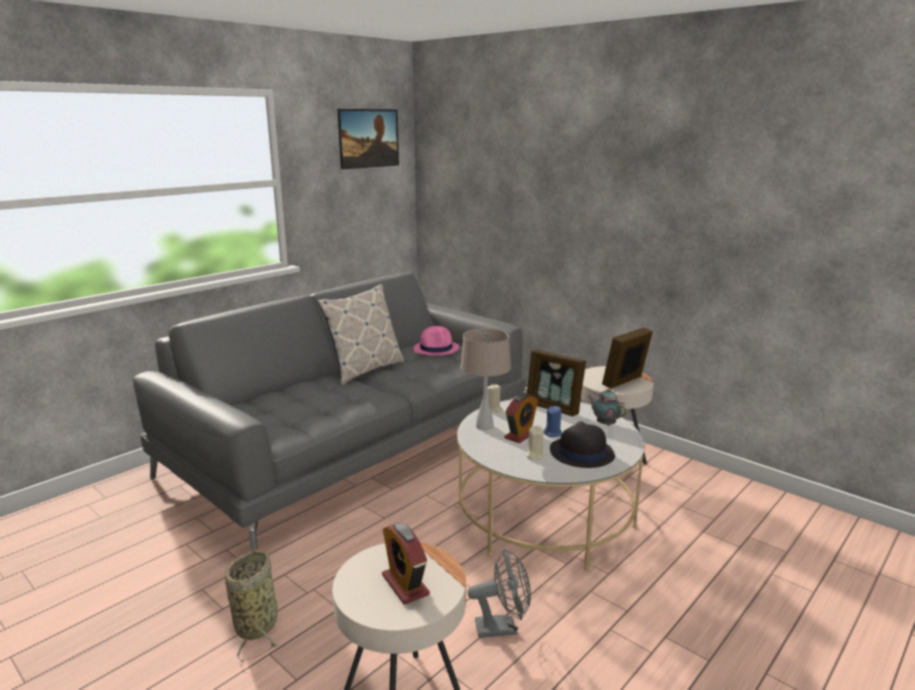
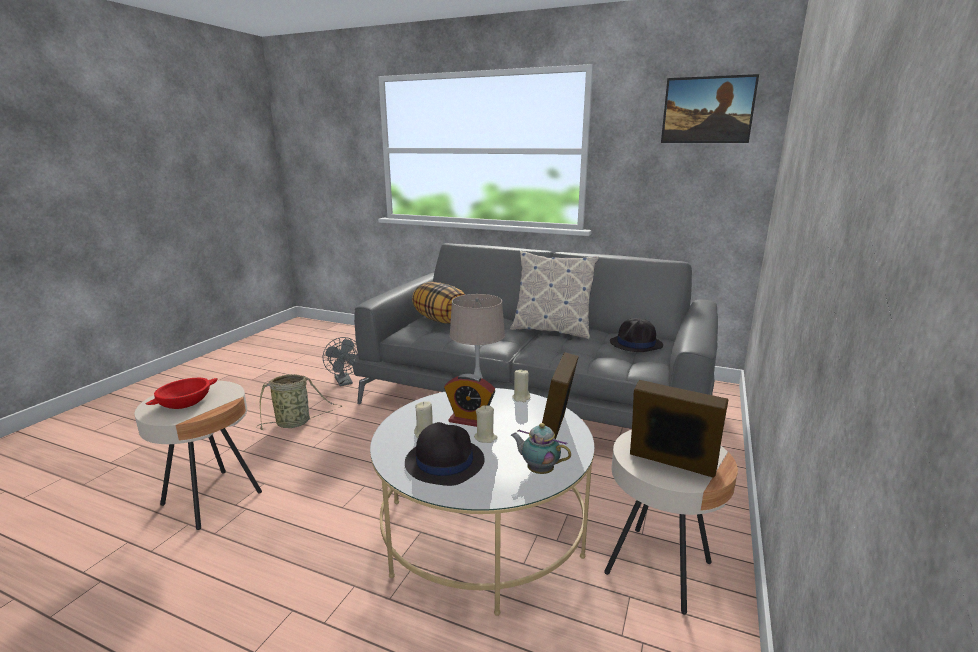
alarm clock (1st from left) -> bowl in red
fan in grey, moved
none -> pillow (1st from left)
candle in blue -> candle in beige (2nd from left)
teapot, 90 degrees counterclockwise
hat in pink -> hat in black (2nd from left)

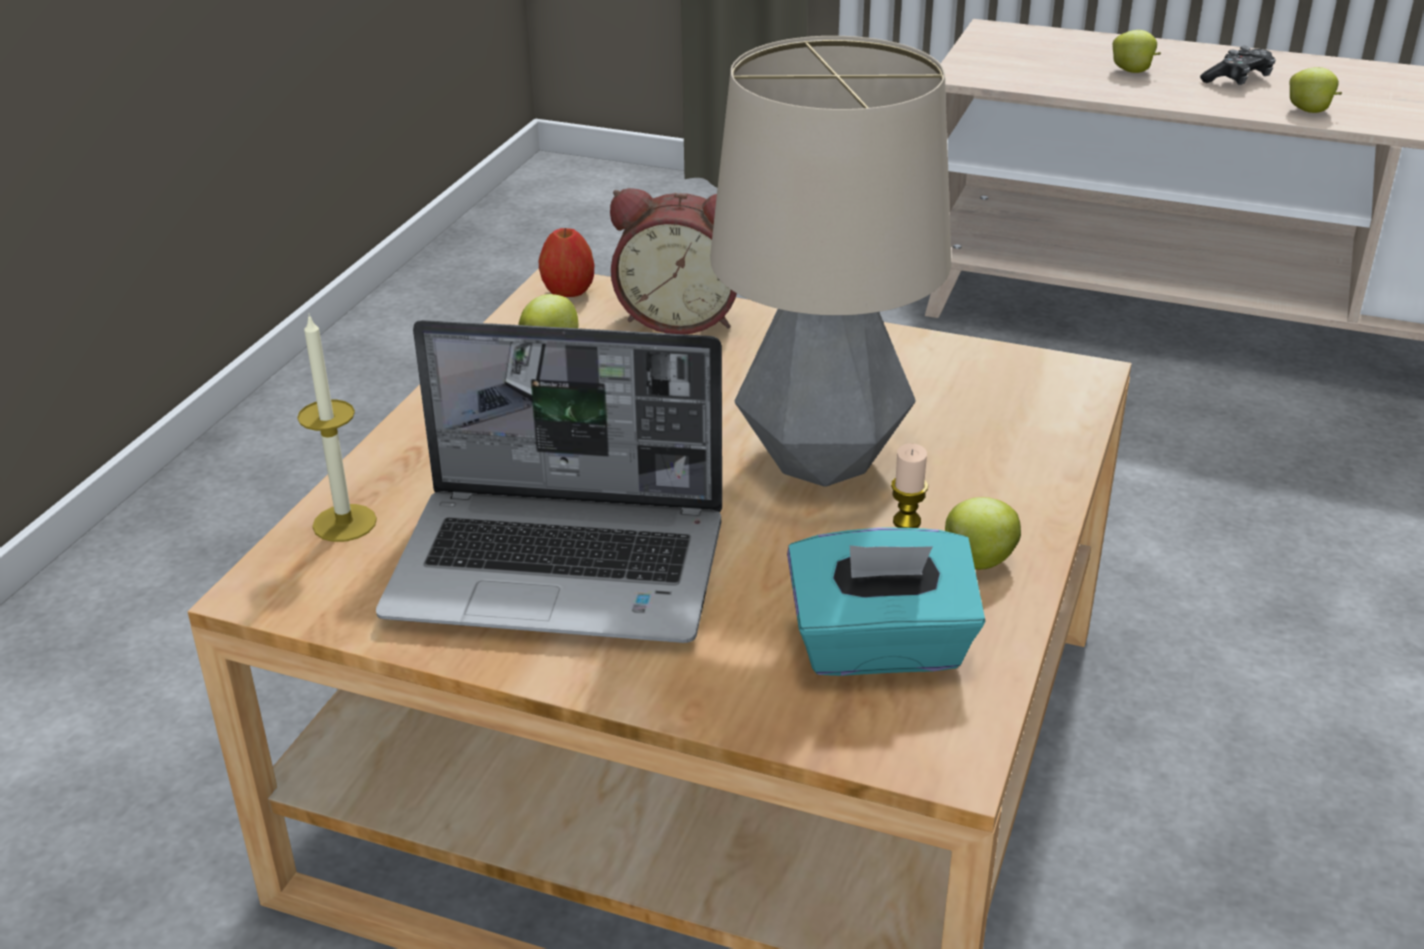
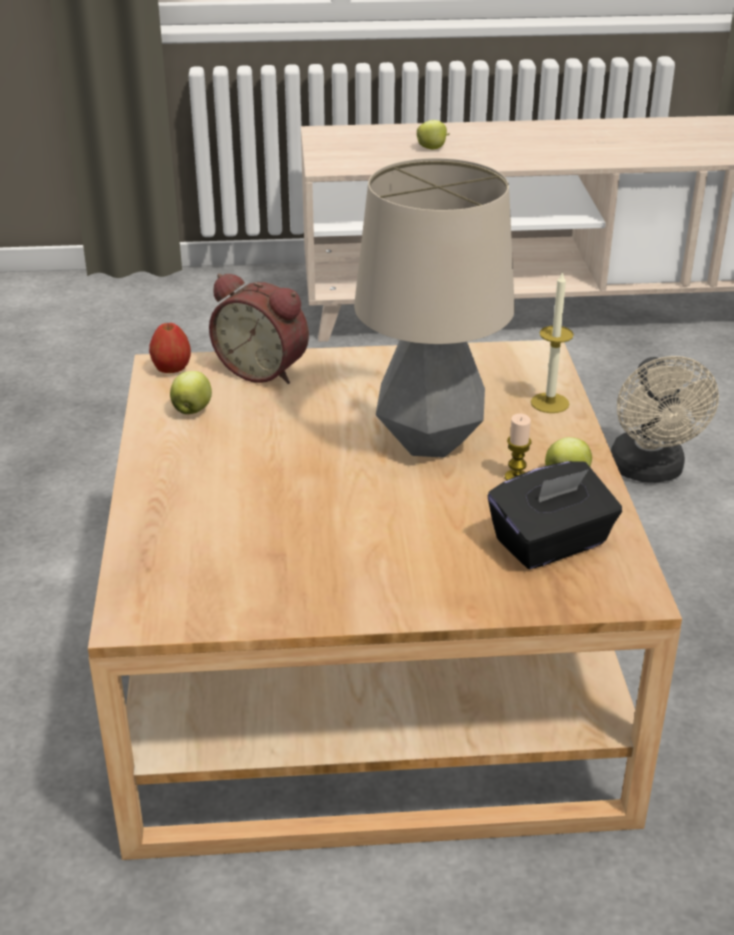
alarm clock, 45 degrees clockwise
tissue box in turquoise -> tissue box in black
candle (1st from left in the first image) -> candle (2nd from left), moved
none -> fan in beige
laptop -> none
game controller -> none
apple (5th from left) -> none

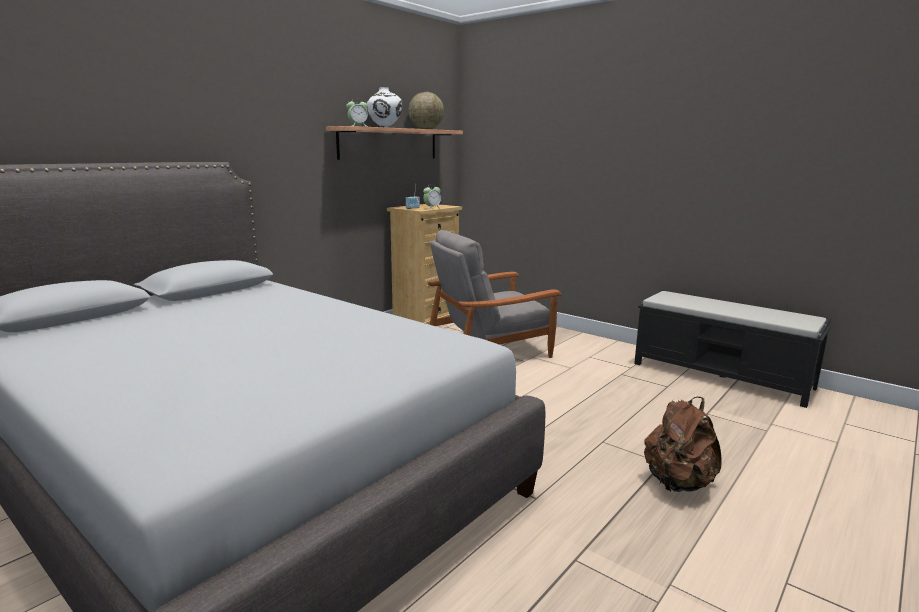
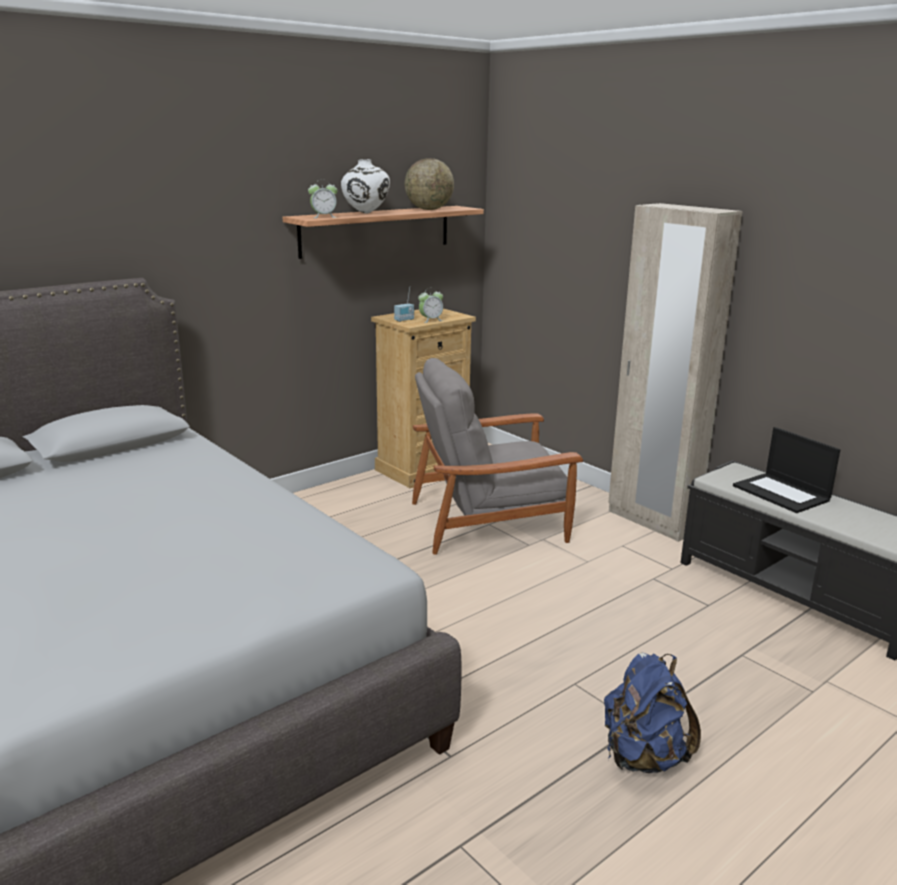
backpack in brown -> backpack in blue
none -> wardrobe in beige
none -> laptop

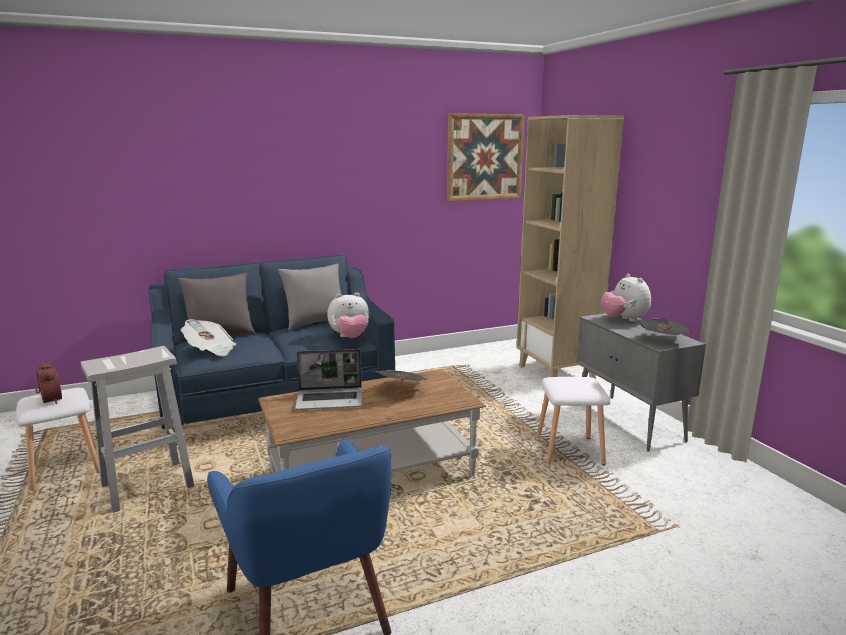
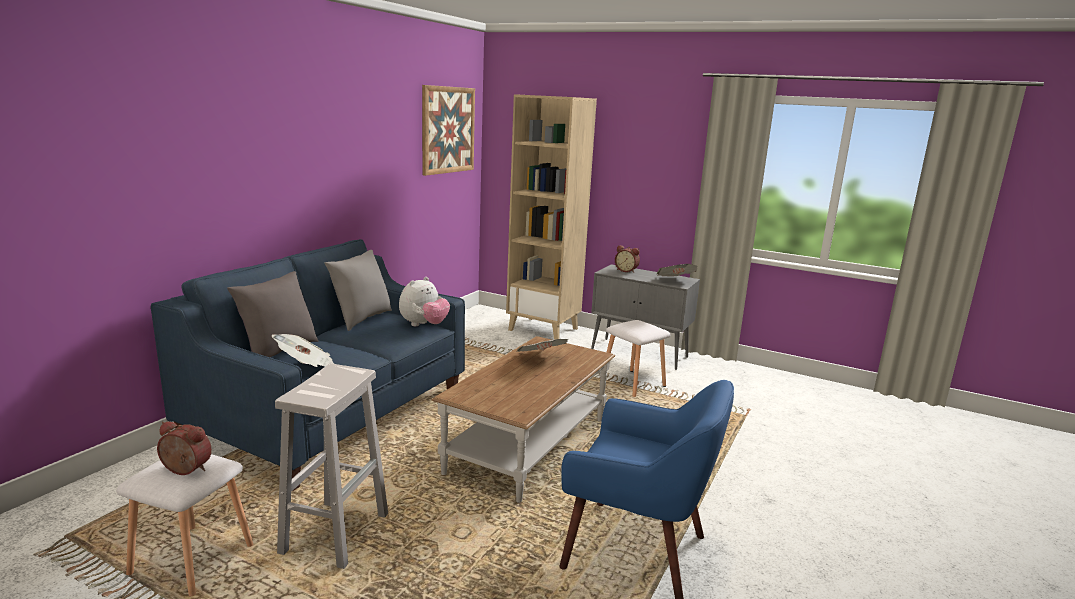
plush toy (2nd from left) -> alarm clock (2nd from left)
laptop -> none

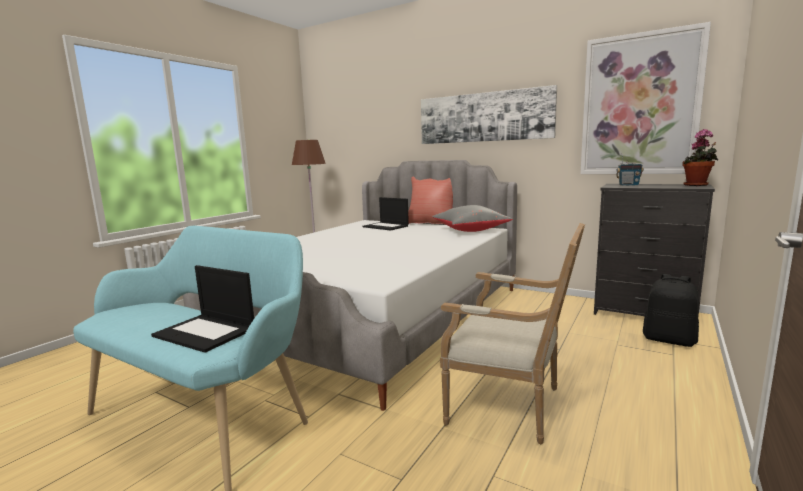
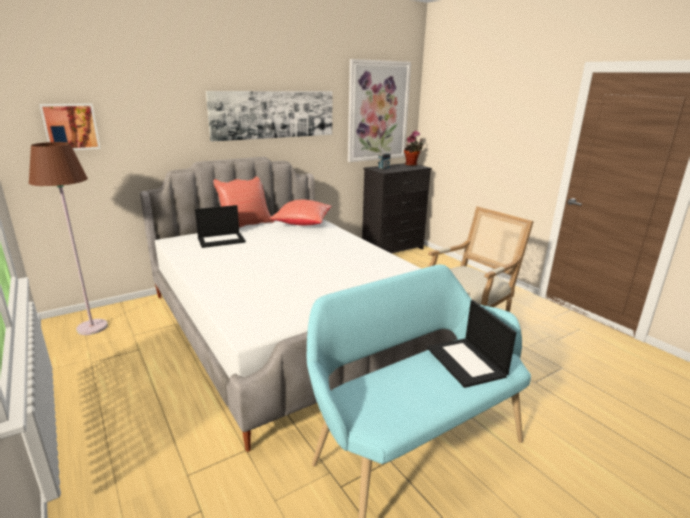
none -> picture (1st from left)
pillow in grey -> pillow in red (2nd from left)
laptop (1st from left in the first image) -> laptop (2nd from left), 105 degrees clockwise
backpack in black -> none

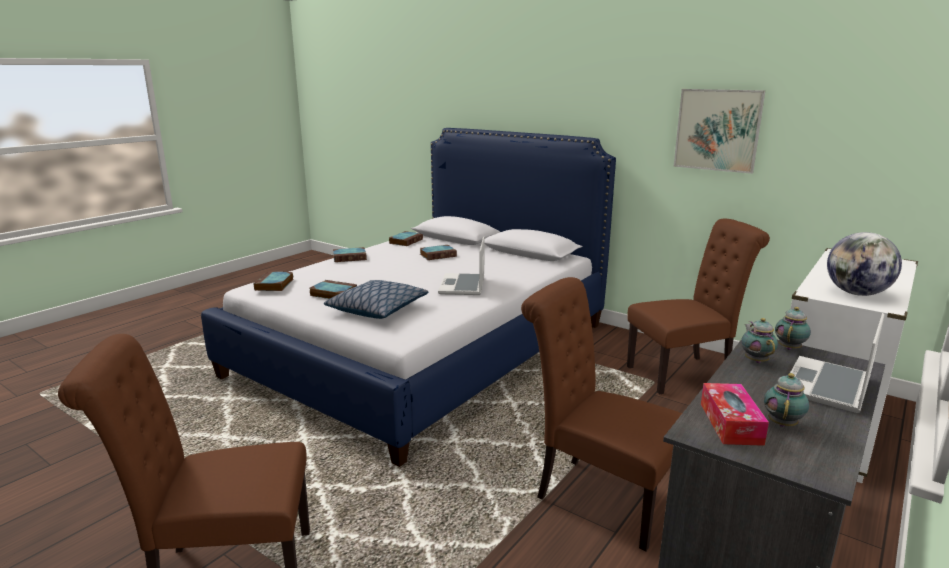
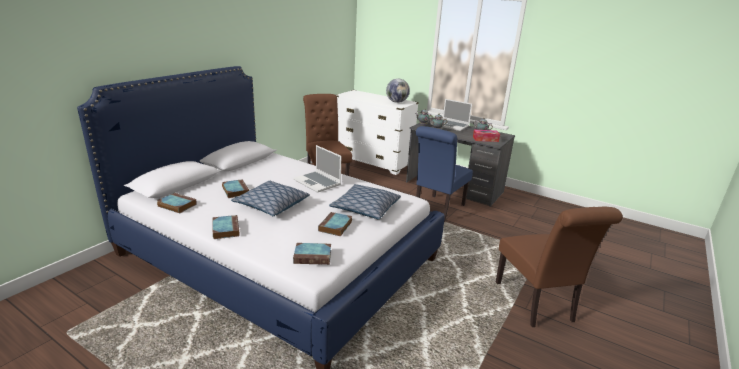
none -> pillow (1st from left)
laptop (1st from left), 45 degrees clockwise
chair in brown (2nd from left) -> chair in blue
picture -> none

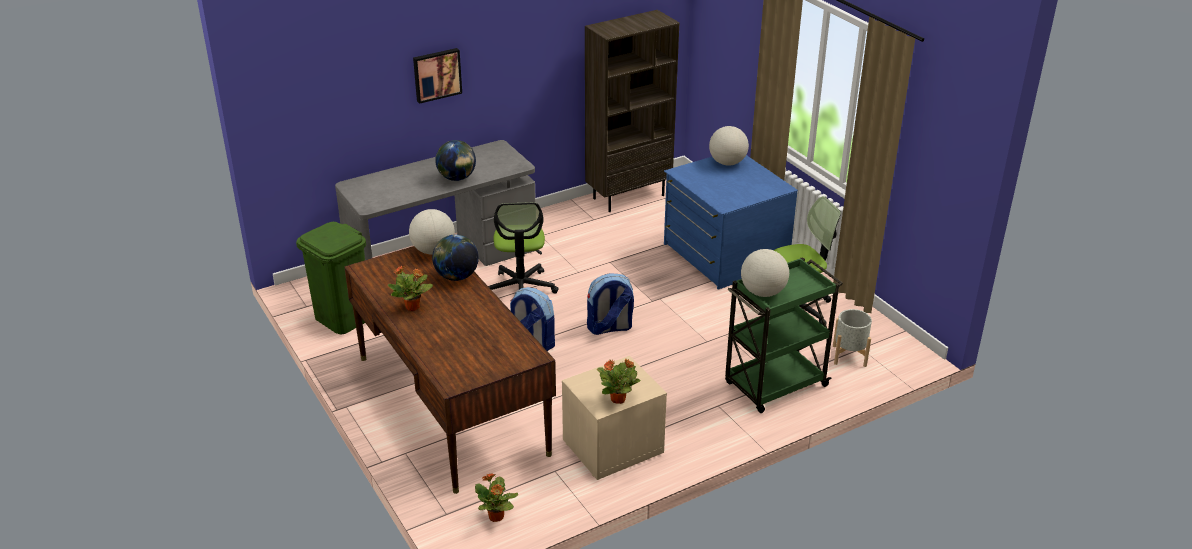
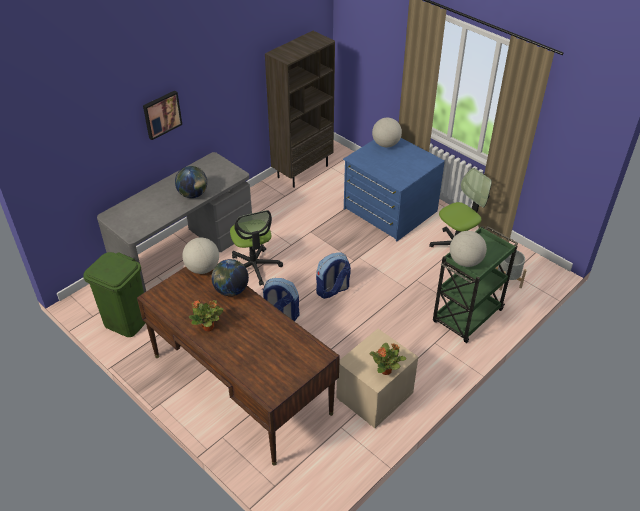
potted plant (2nd from left) -> none

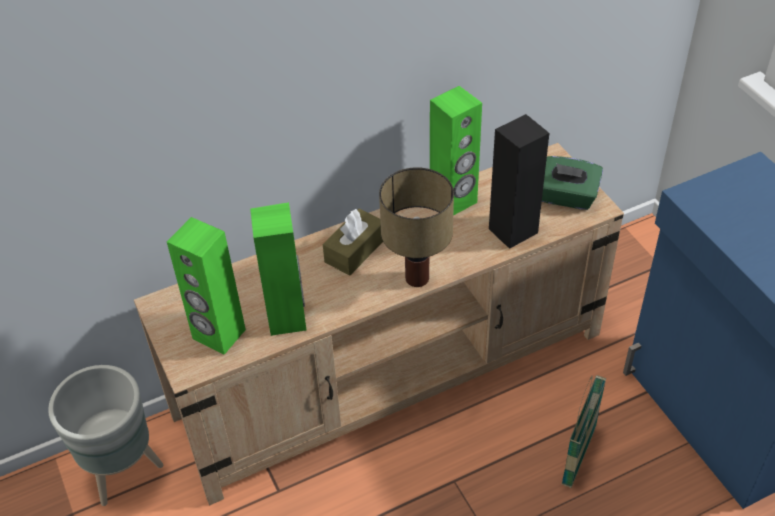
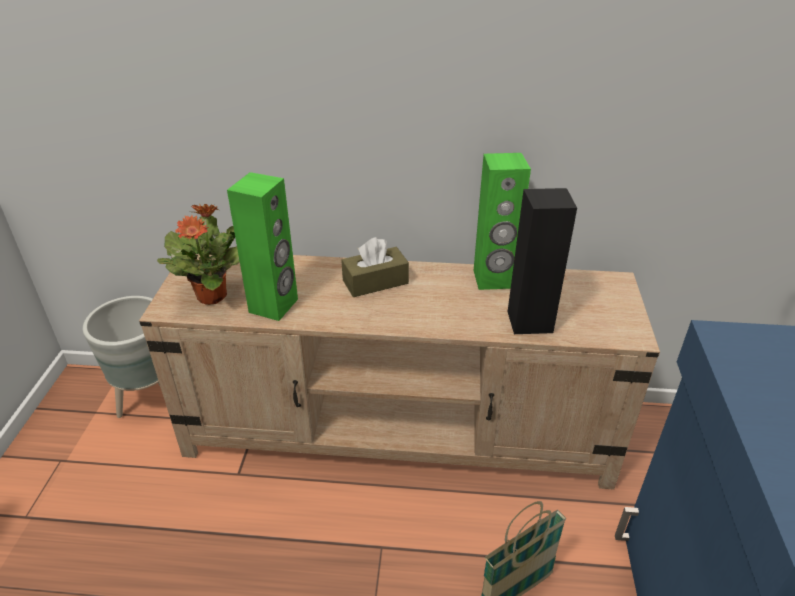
speaker in green (1st from left) -> potted plant
table lamp -> none
tissue box in green -> none

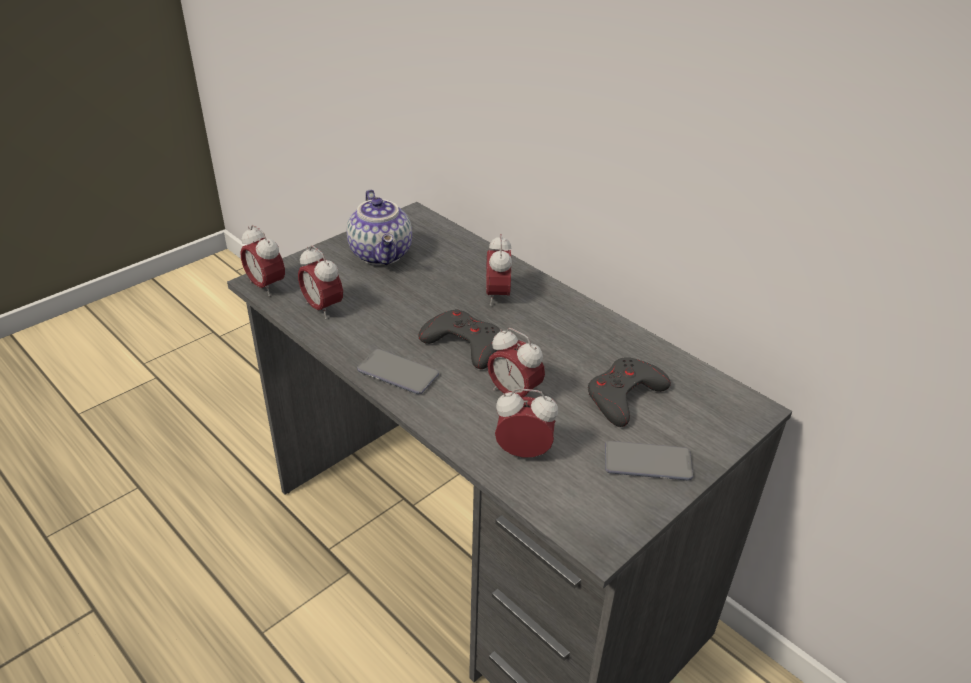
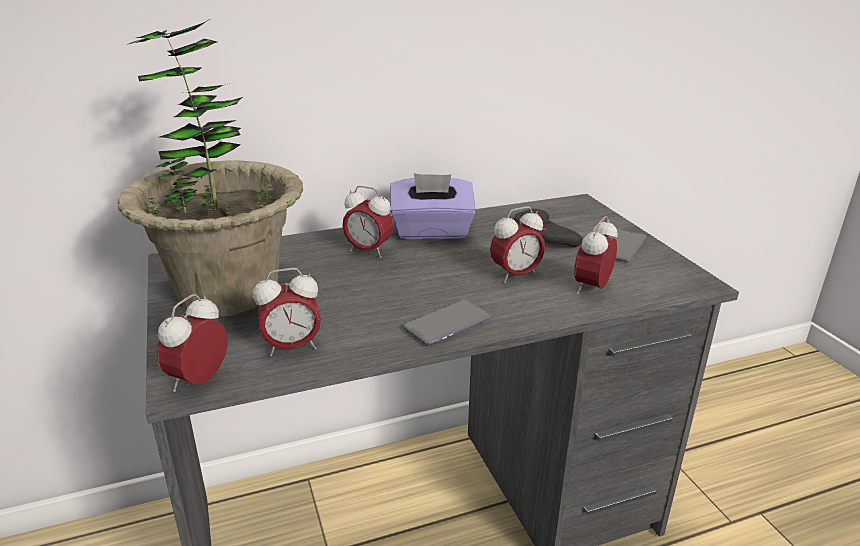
teapot -> potted plant
alarm clock (1st from left), 135 degrees clockwise
none -> tissue box in purple
game controller in grey (1st from left) -> none

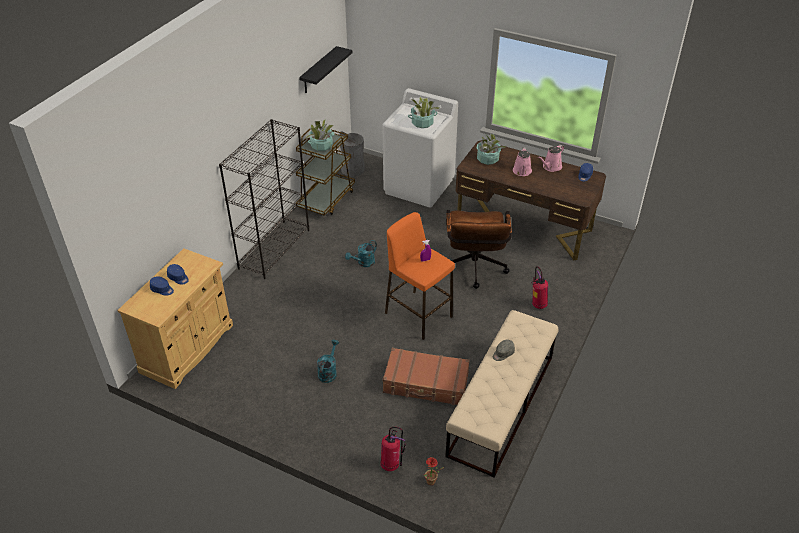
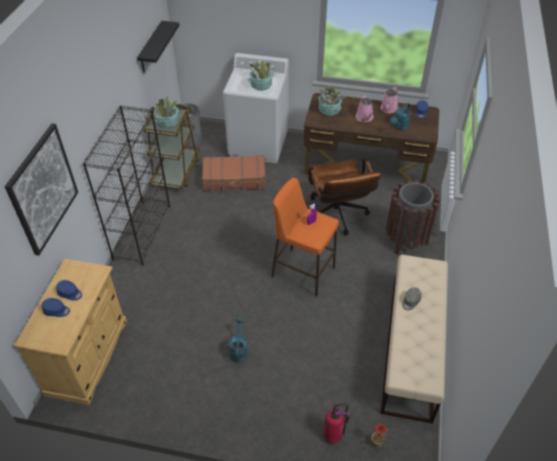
none -> picture
suitcase in brown, moved
fire extinguisher (2nd from left) -> trash can in brown
watering can in turquoise (2nd from left), moved

